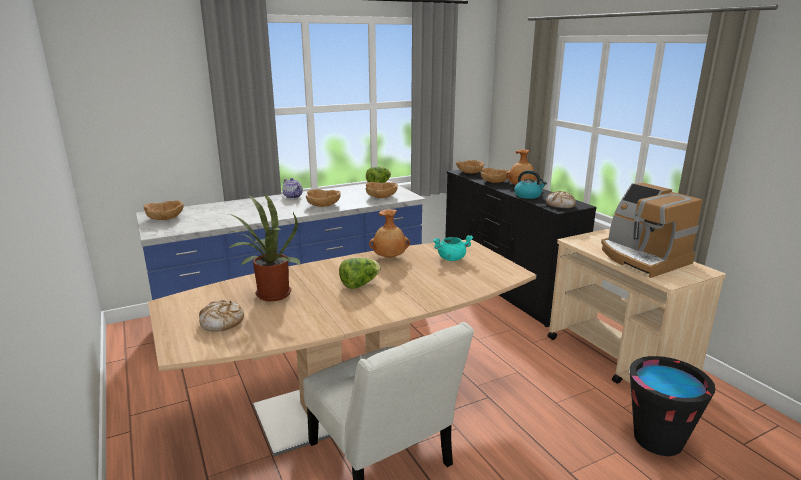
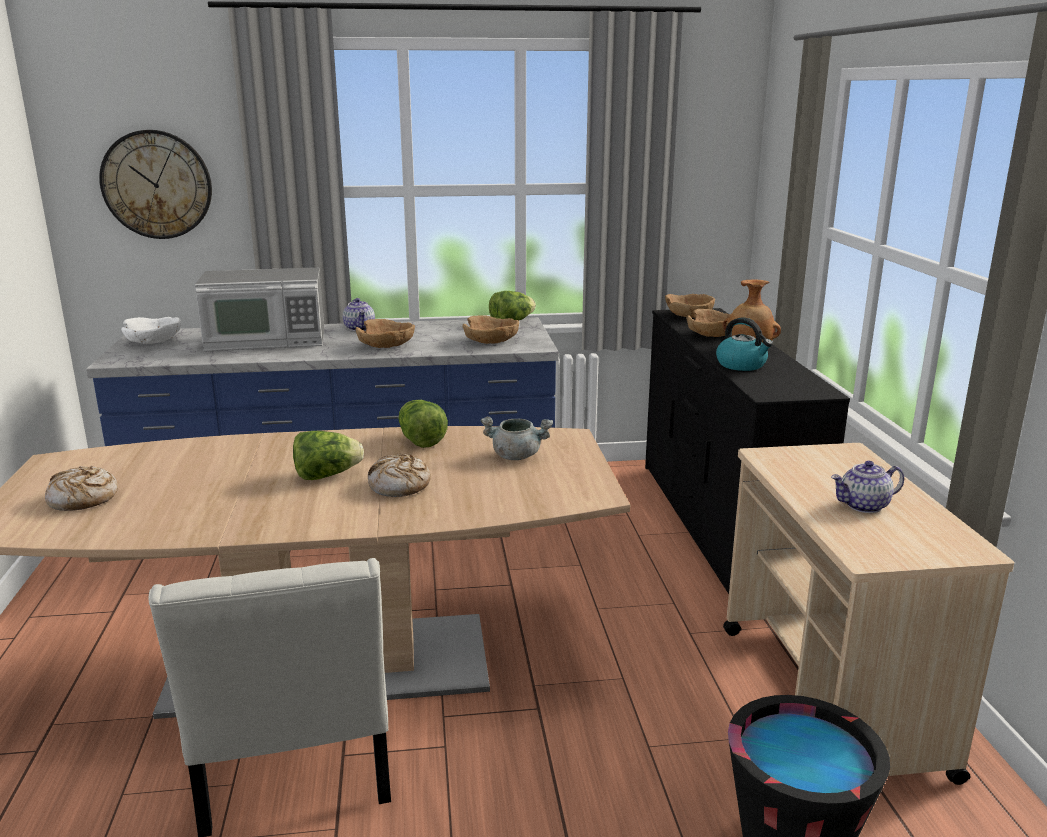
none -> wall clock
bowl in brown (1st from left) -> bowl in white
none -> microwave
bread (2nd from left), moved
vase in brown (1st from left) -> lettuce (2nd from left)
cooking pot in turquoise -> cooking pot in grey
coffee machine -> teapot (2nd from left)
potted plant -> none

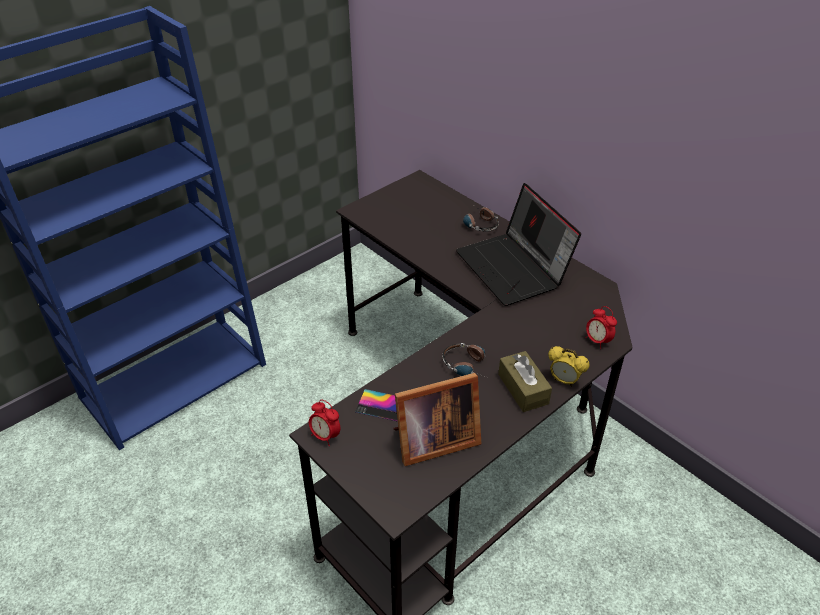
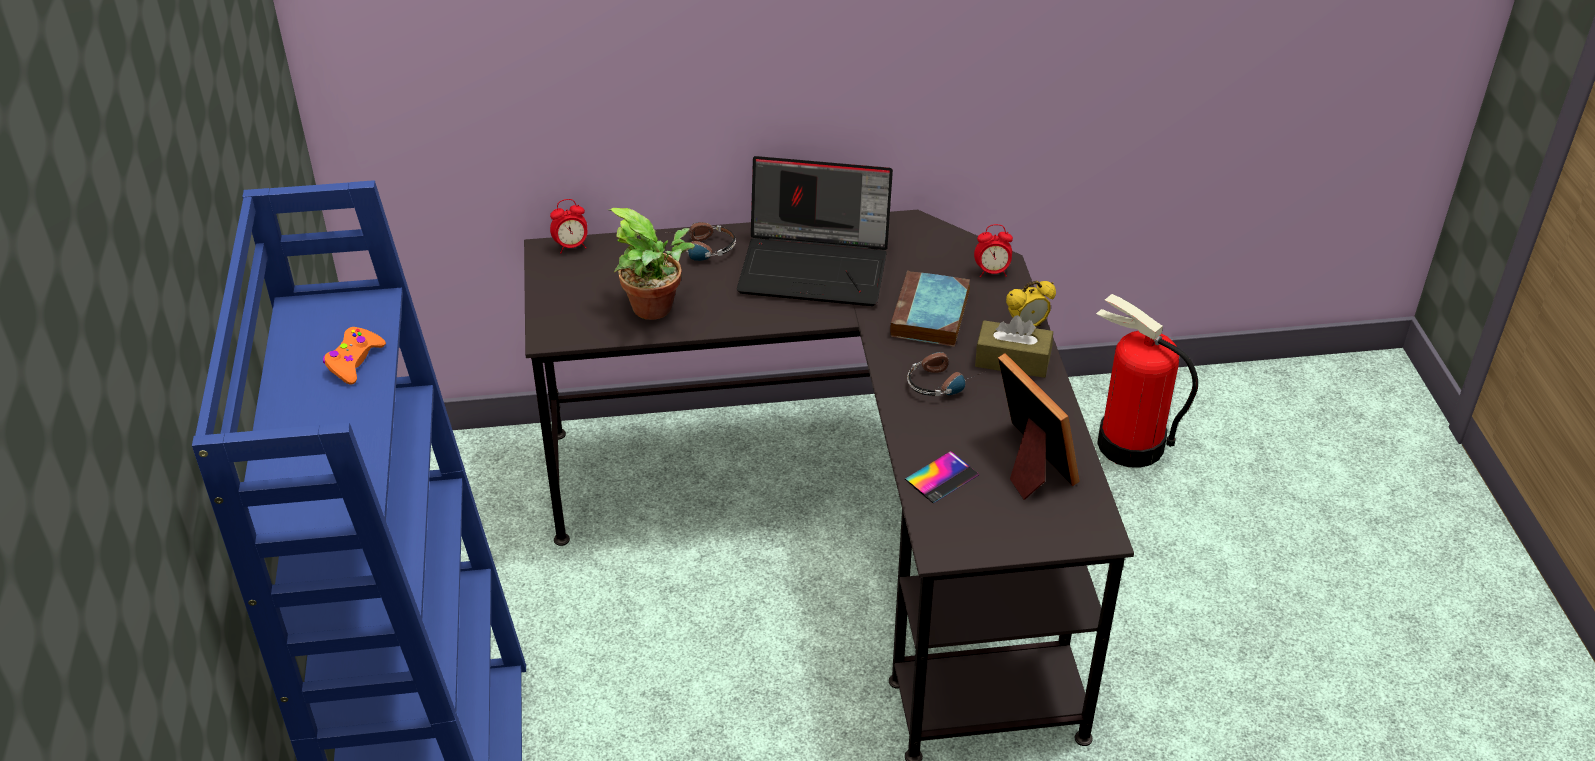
none -> game controller in orange
alarm clock (1st from left), moved
none -> potted plant
none -> book
picture frame, 45 degrees counterclockwise
none -> fire extinguisher

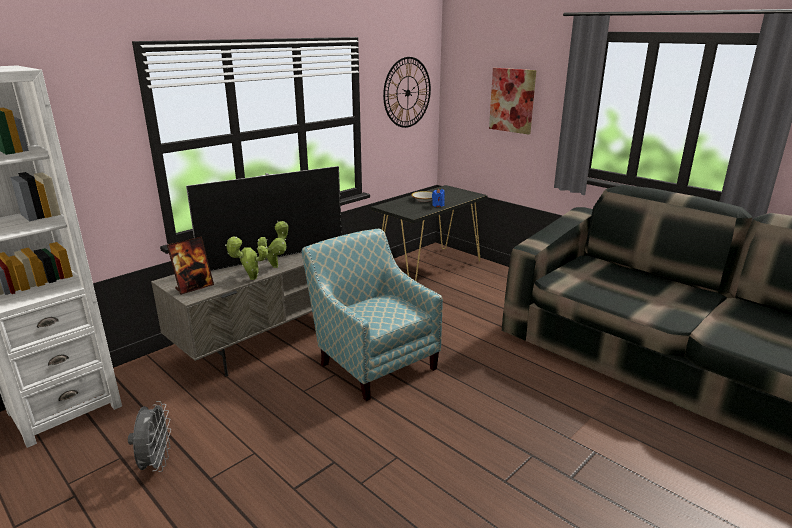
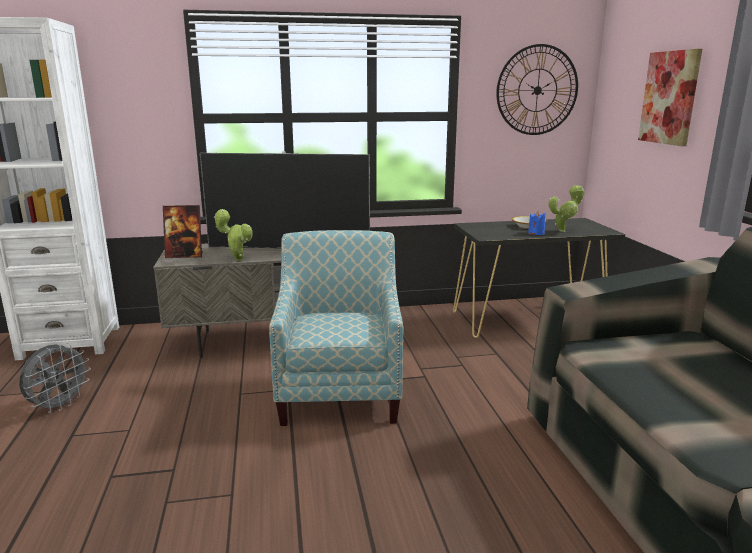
potted plant (2nd from left), moved

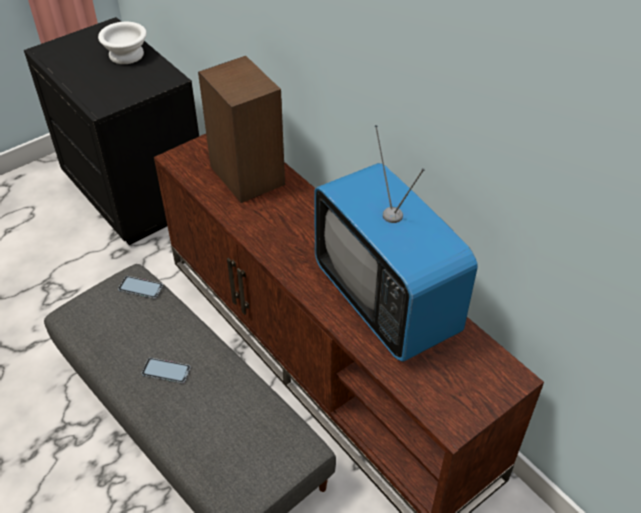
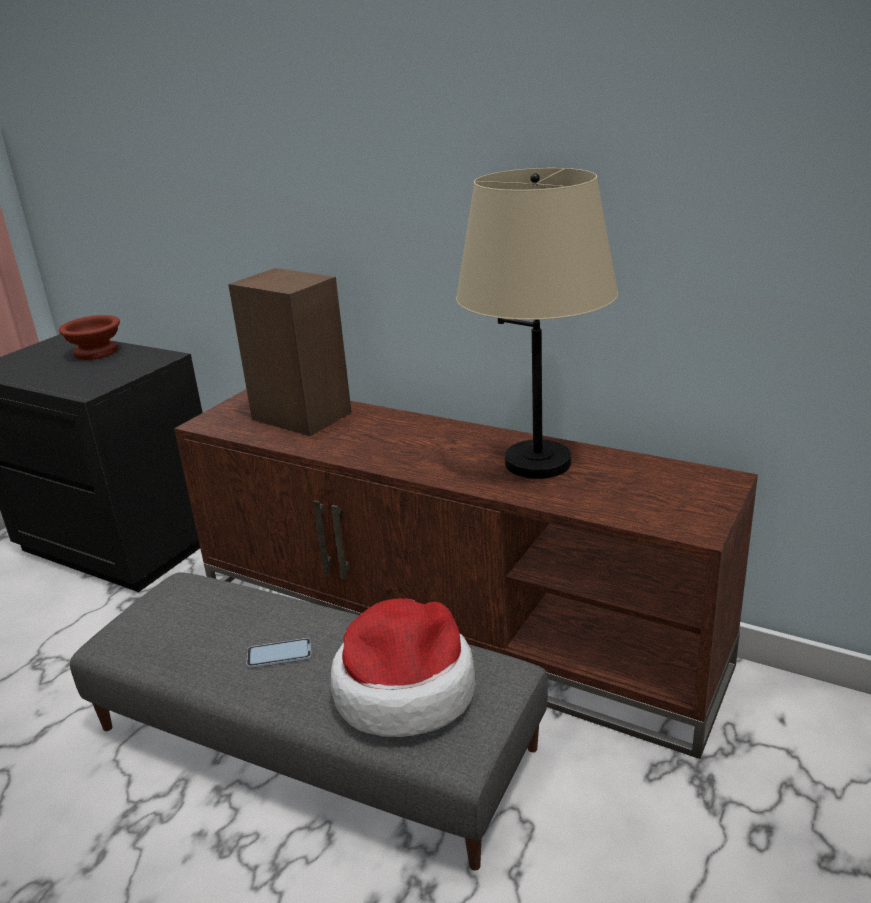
bowl in white -> bowl in brown
none -> hat
television -> table lamp in beige
phone (1st from left) -> none

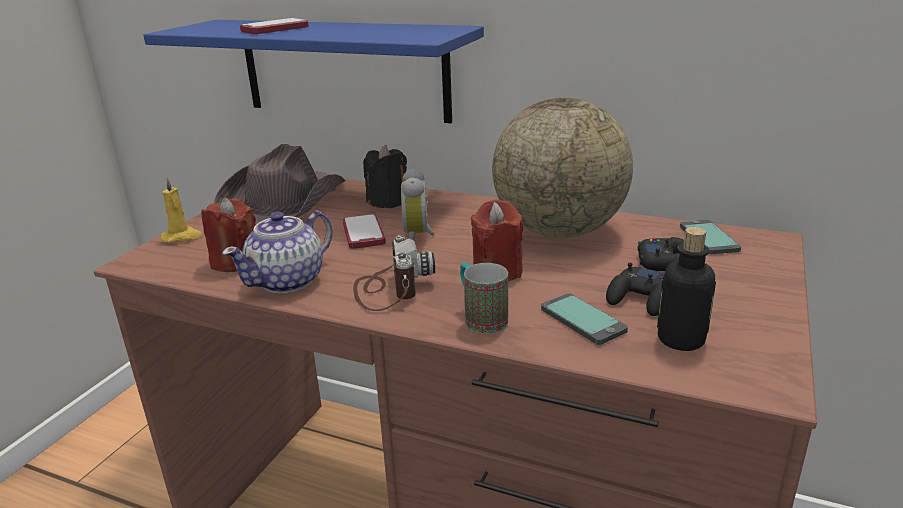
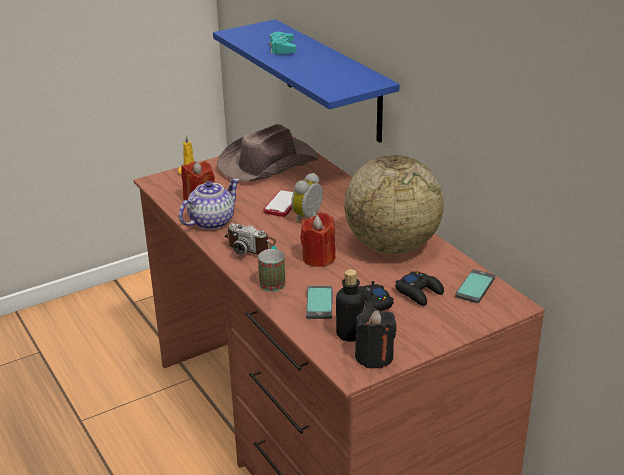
teapot, 150 degrees clockwise
photo camera, 90 degrees clockwise
phone (1st from left) -> game controller in turquoise
candle in black, moved

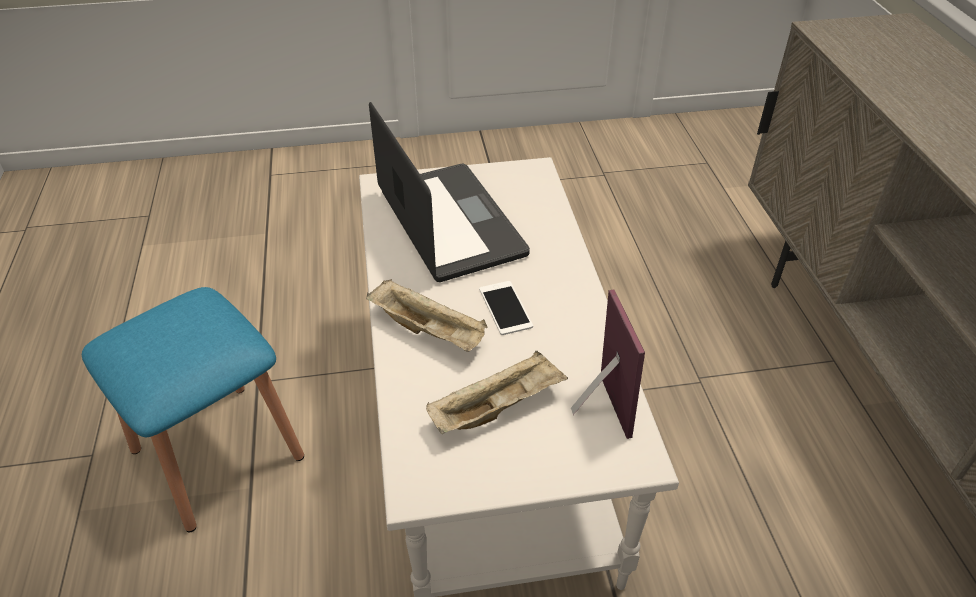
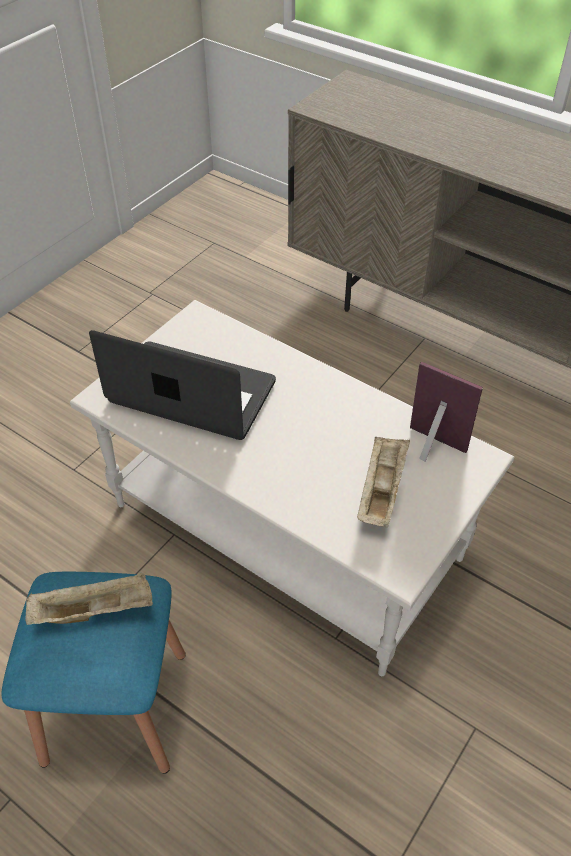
tray in beige (1st from left), moved
phone -> none

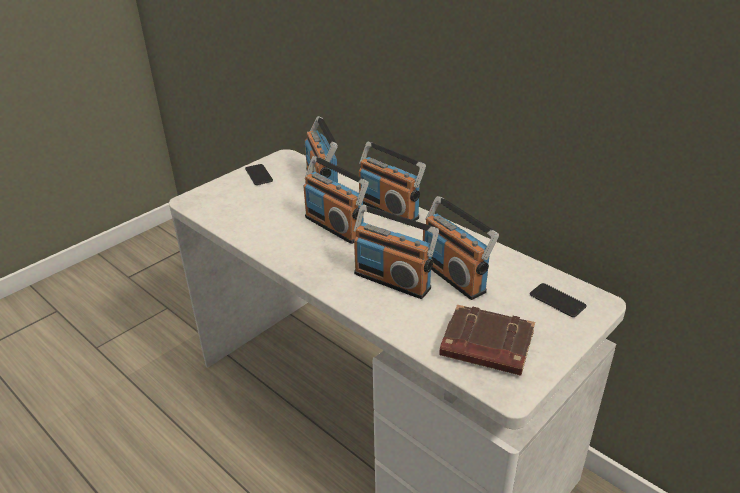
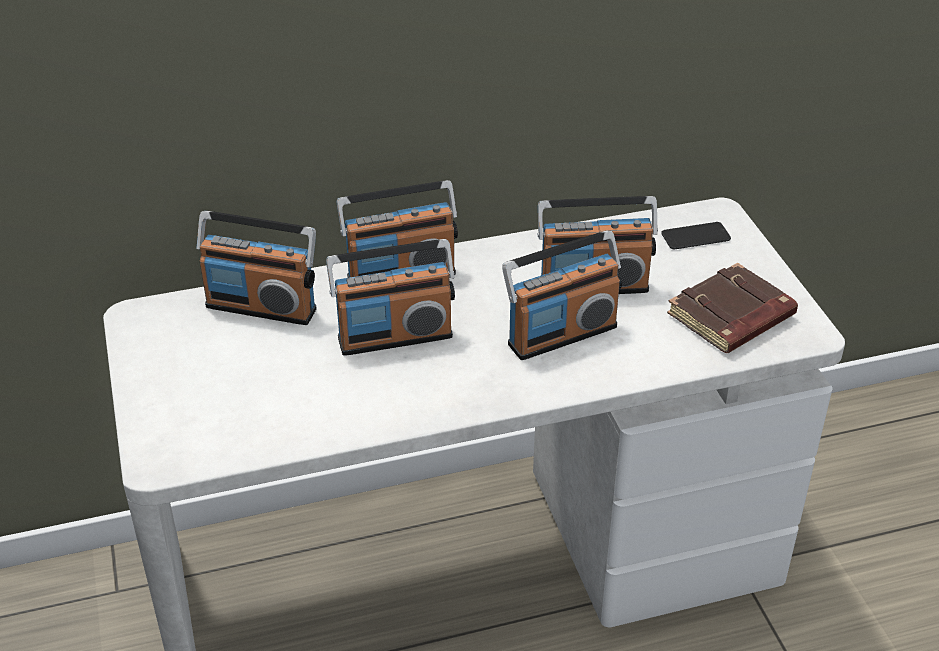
phone (1st from left) -> none

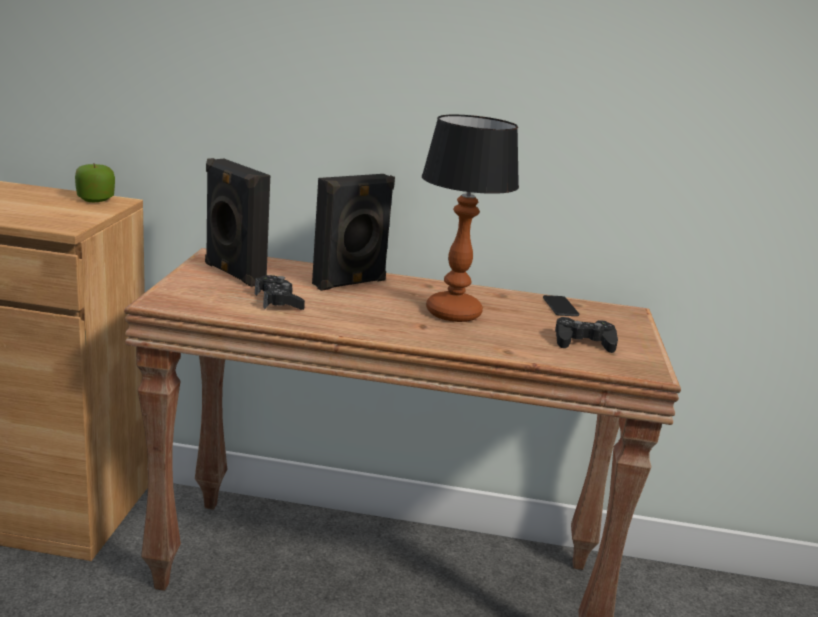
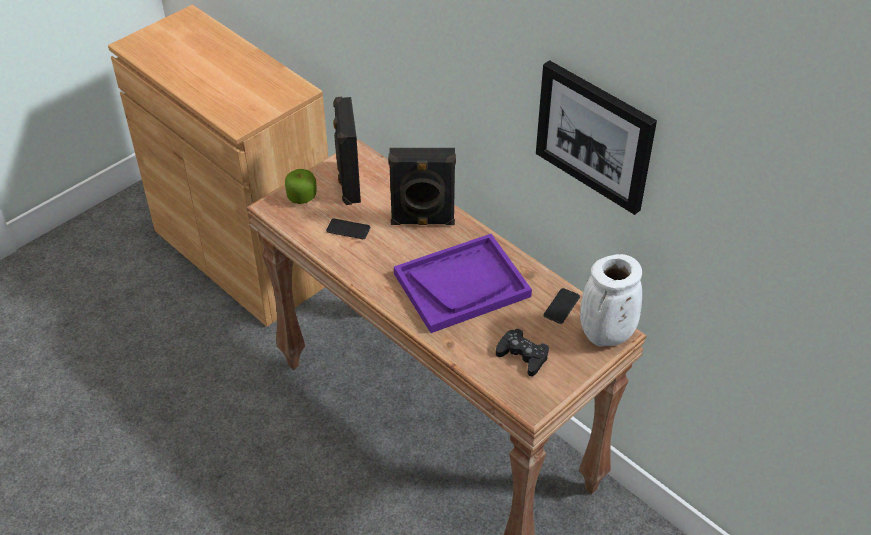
apple, moved
game controller in black (1st from left) -> phone (1st from left)
table lamp -> tray in purple
none -> picture
none -> vase in white

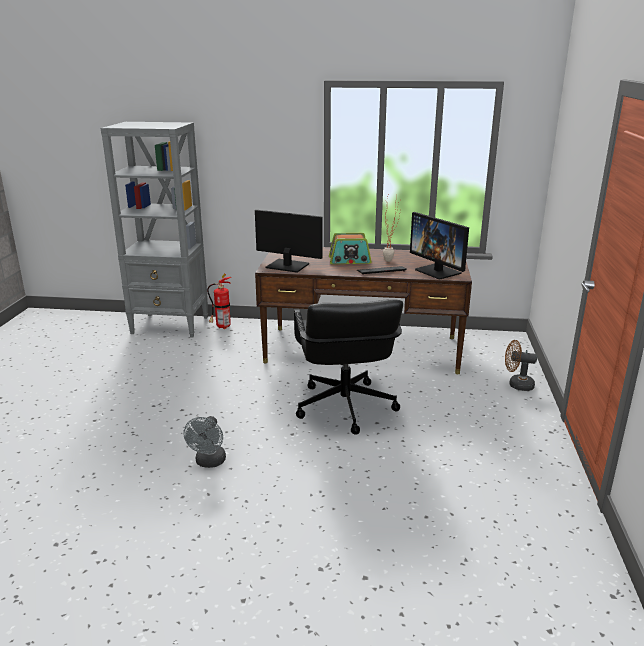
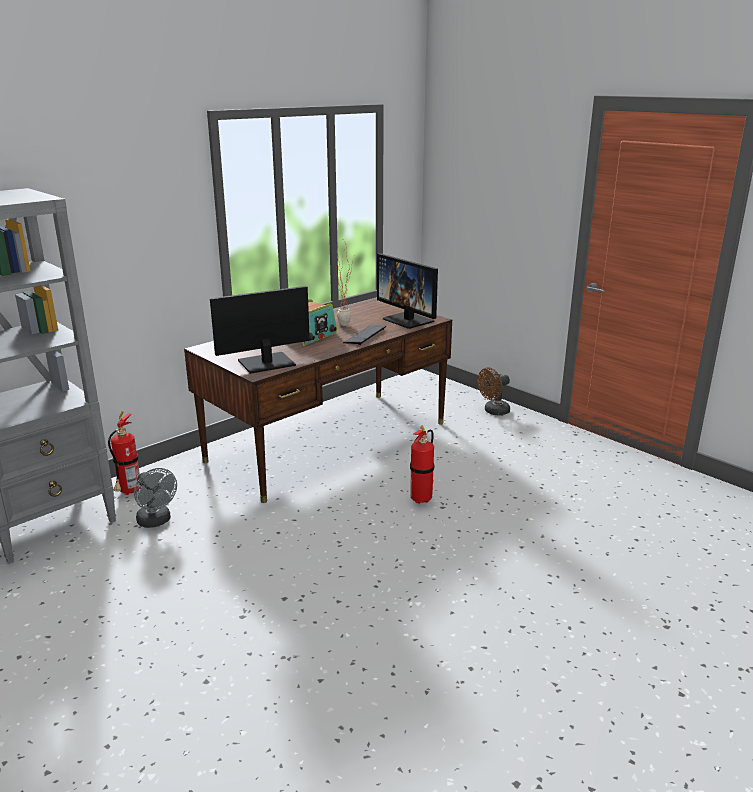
fan in grey, moved
monitor (2nd from left), 45 degrees clockwise
office chair in black -> fire extinguisher (2nd from left)

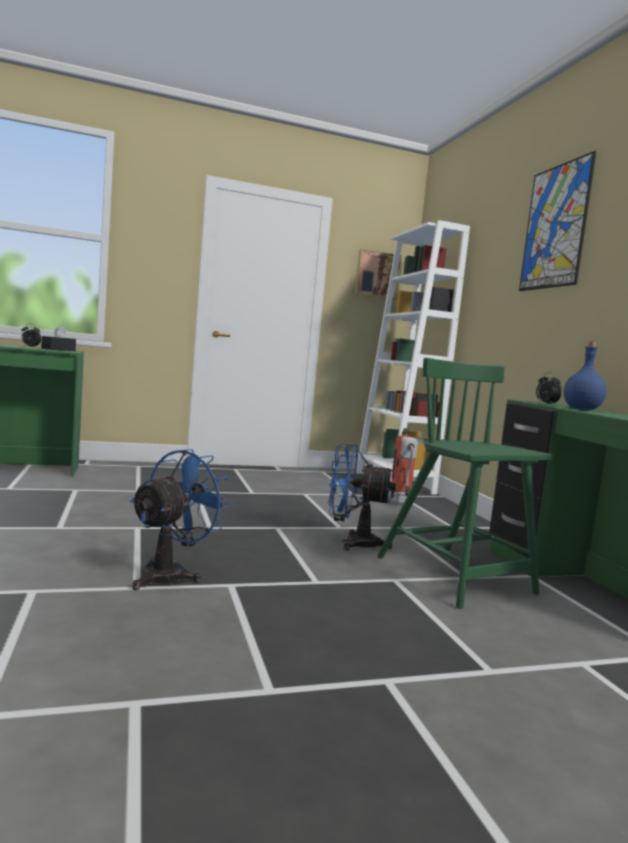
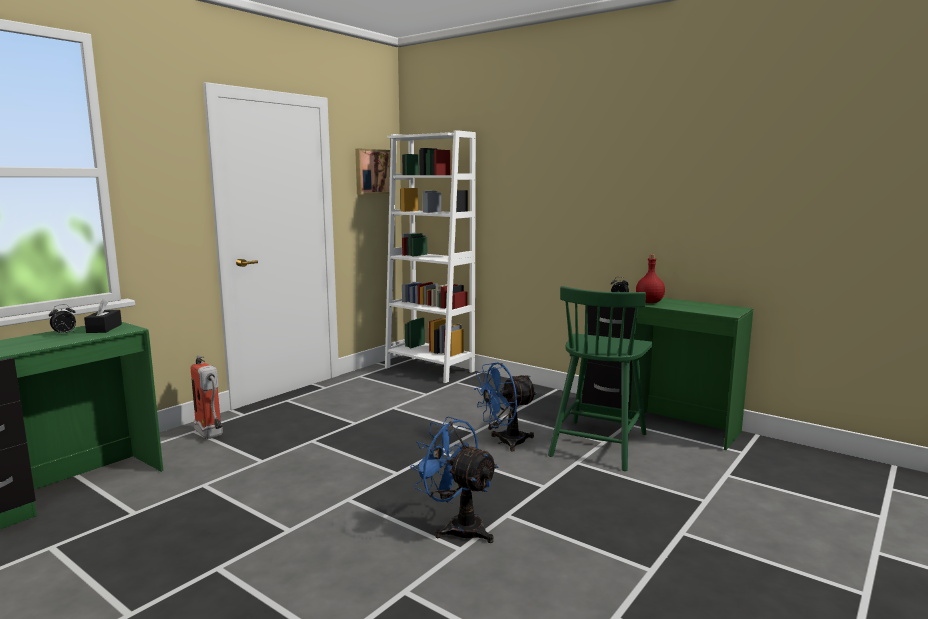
fire extinguisher, moved
fan in blue (1st from left), 45 degrees counterclockwise
chair in green, 90 degrees counterclockwise
bottle in blue -> bottle in red
picture (2nd from left) -> none

